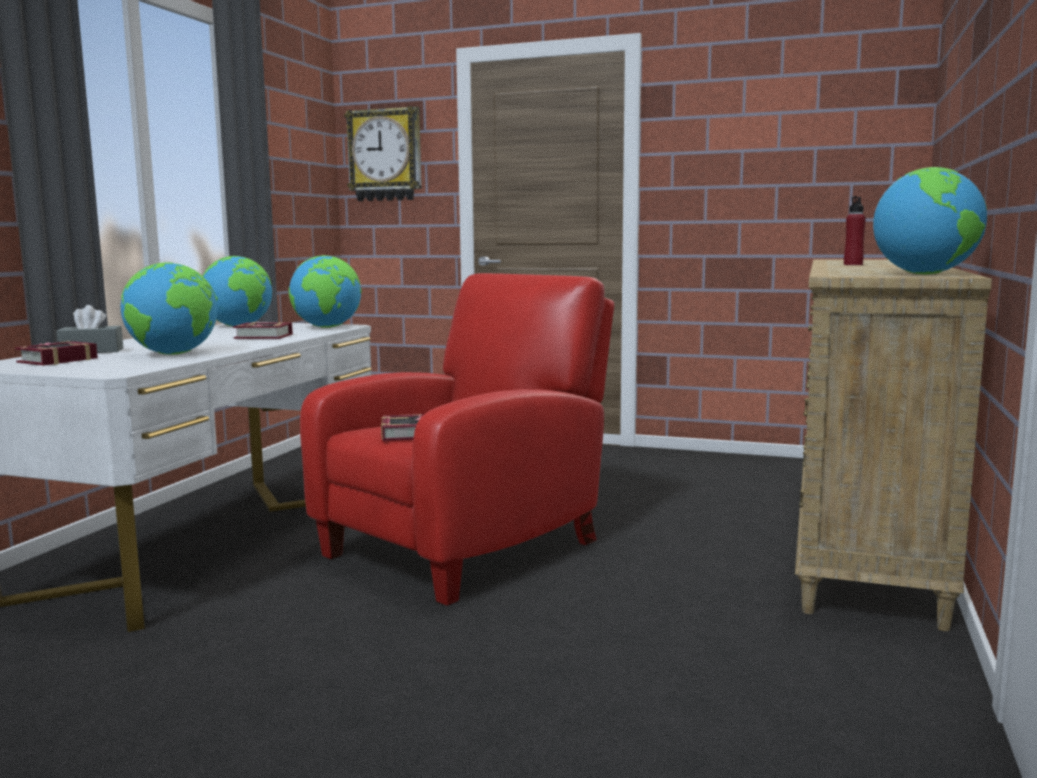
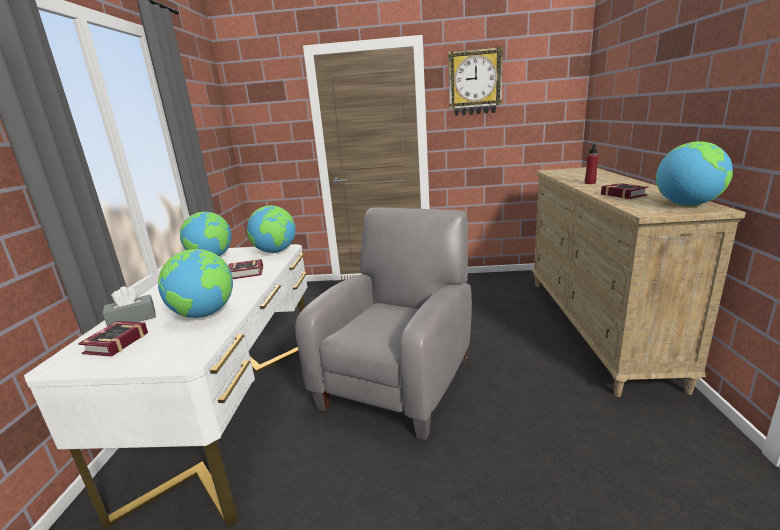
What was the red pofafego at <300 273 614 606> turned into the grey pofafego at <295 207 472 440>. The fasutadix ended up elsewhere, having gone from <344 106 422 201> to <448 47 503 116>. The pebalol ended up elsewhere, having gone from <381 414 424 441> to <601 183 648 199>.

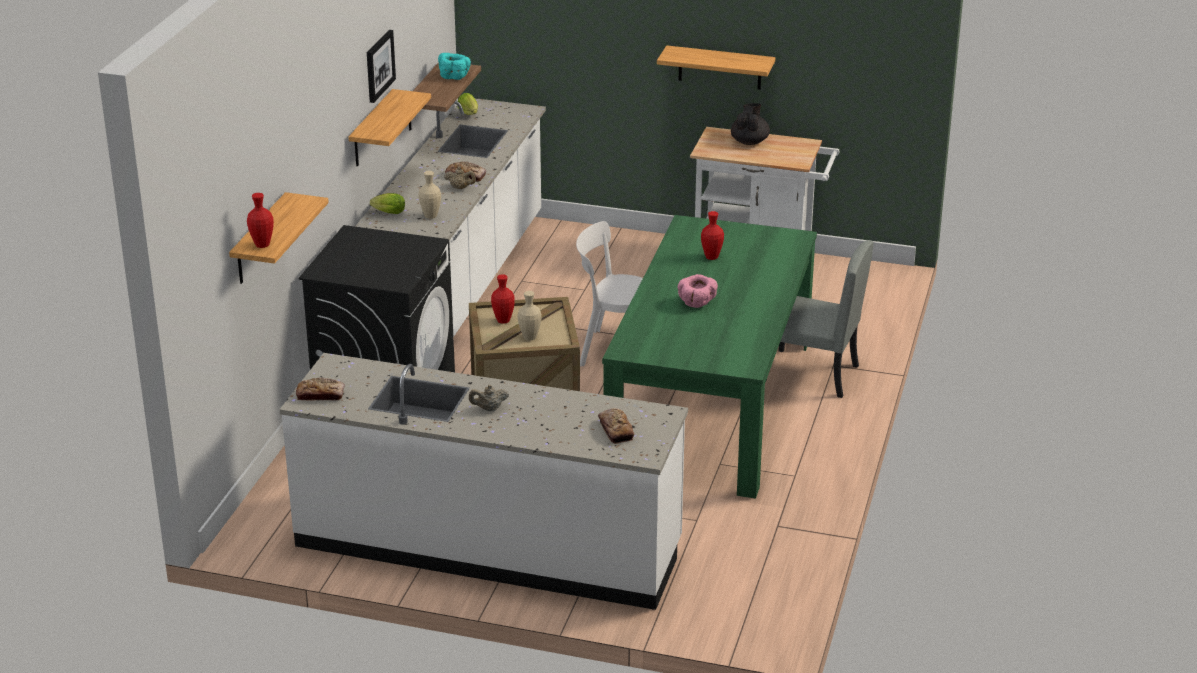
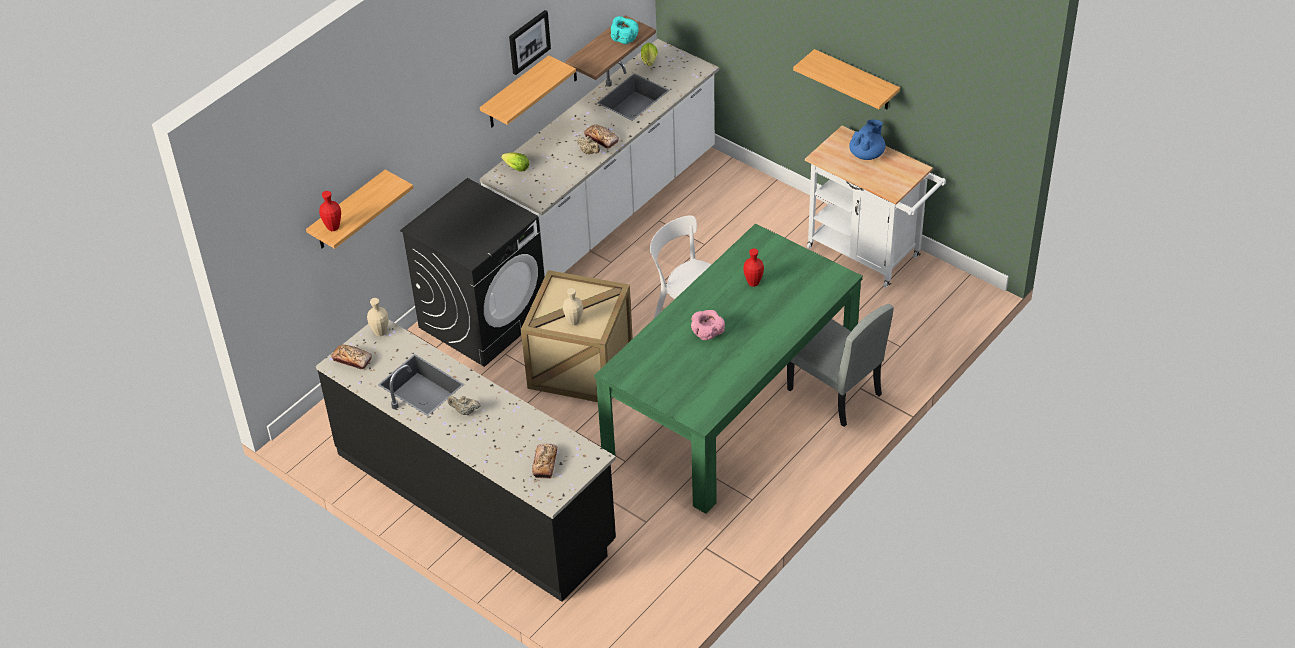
What was the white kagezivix at <279 353 688 610> turned into the black kagezivix at <316 320 616 602>. The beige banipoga ended up elsewhere, having gone from <418 171 441 219> to <367 298 389 336>. The second view lost the red banipoga at <491 274 515 324>. What was the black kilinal at <731 103 770 145> turned into the blue kilinal at <849 119 886 160>.

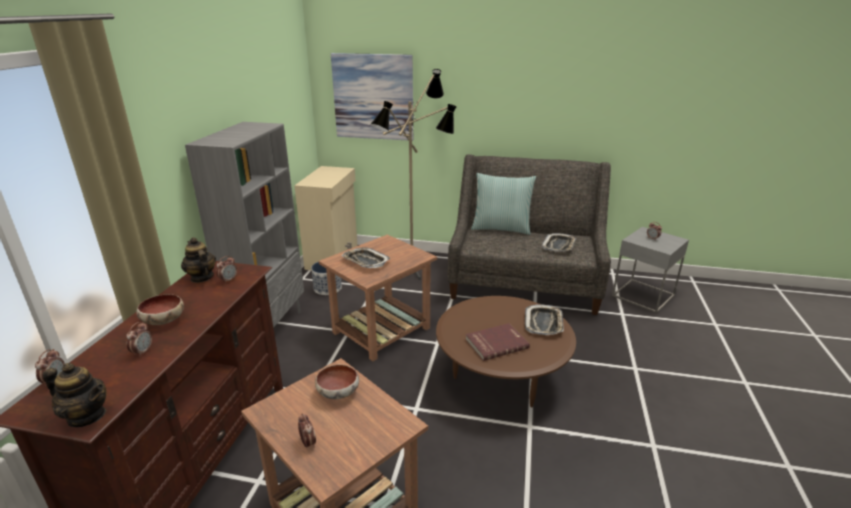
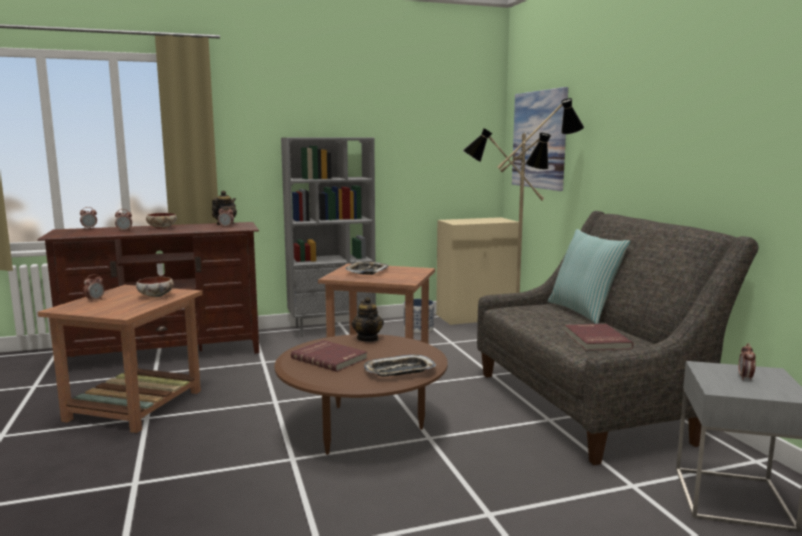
The kilinal ended up elsewhere, having gone from <42 363 107 427> to <352 297 384 342>. Where the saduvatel stood at <542 233 576 252>, the red pebalol came to stand at <564 324 633 351>.

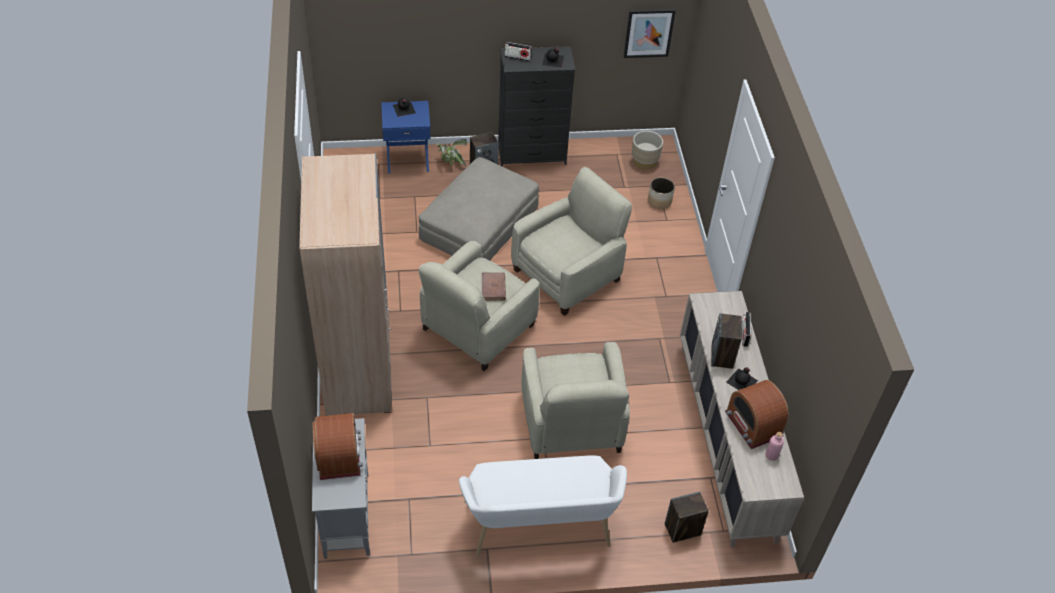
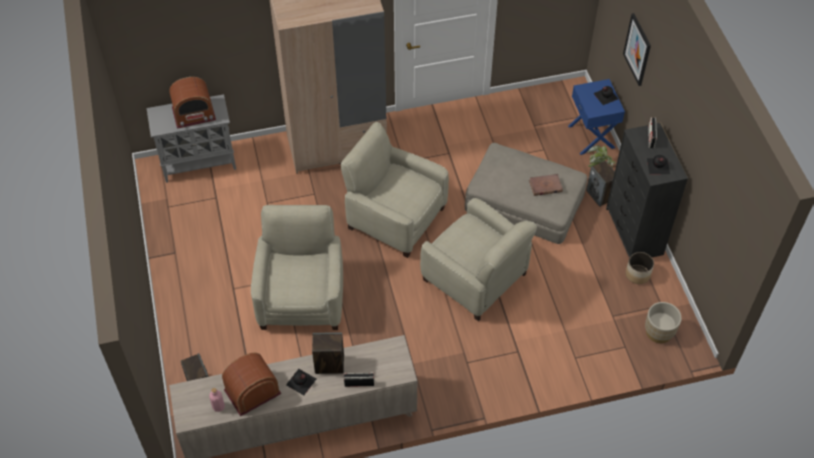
The second view lost the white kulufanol at <459 455 627 557>. The brown pebalol ended up elsewhere, having gone from <482 272 506 301> to <529 174 563 196>. The beige pofafego at <521 342 630 459> ended up facing another way, 105 degrees clockwise from before. The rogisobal ended up elsewhere, having gone from <624 9 676 58> to <623 13 651 86>. The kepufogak ended up elsewhere, having gone from <648 177 675 209> to <626 252 654 284>.

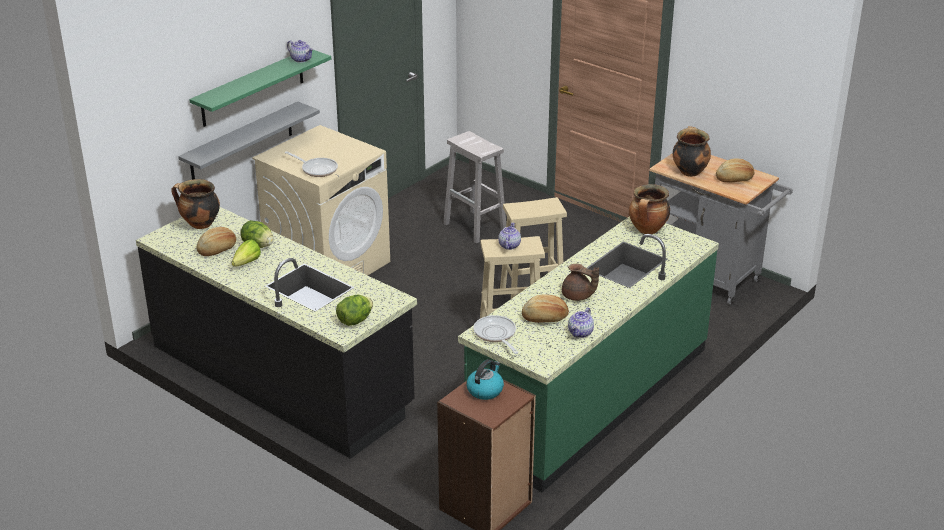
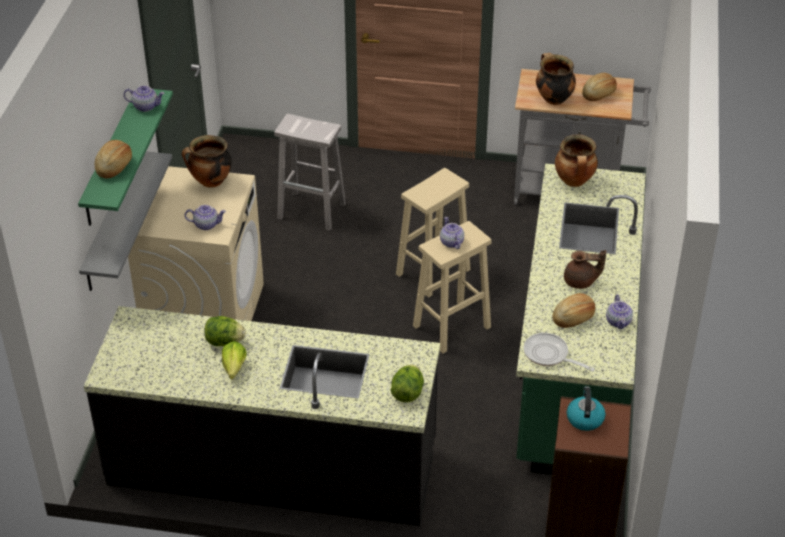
The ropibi ended up elsewhere, having gone from <171 179 220 229> to <182 135 232 188>. The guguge ended up elsewhere, having gone from <196 227 236 256> to <95 140 132 179>. Where the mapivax stood at <285 151 338 177>, the kilinal came to stand at <185 205 226 230>.

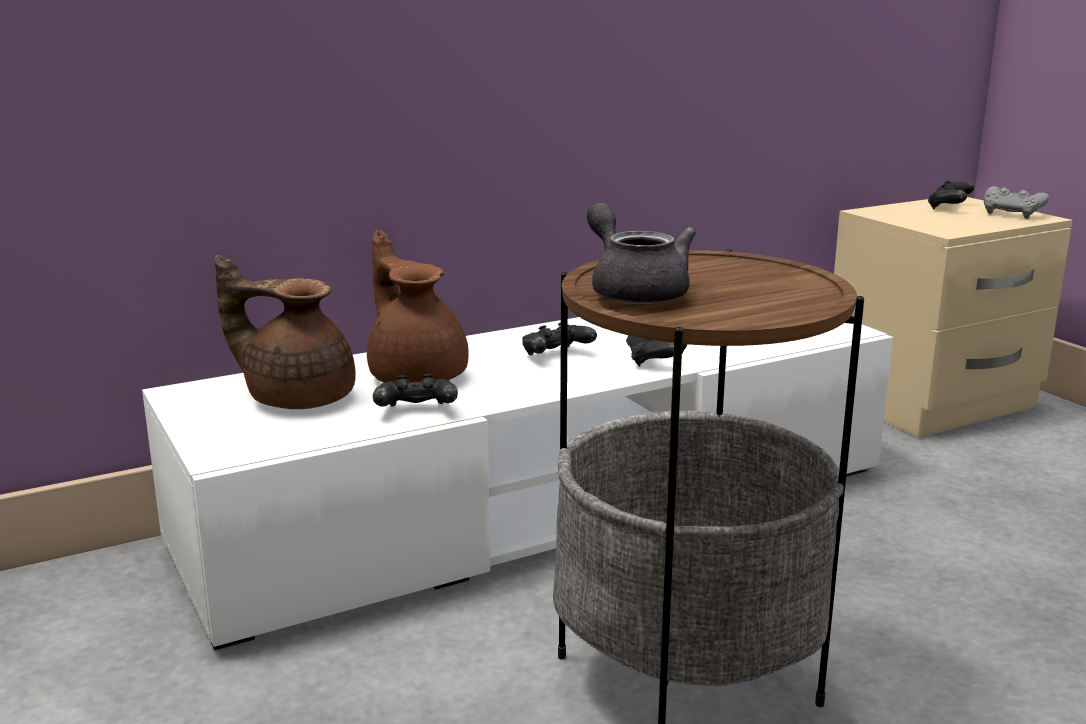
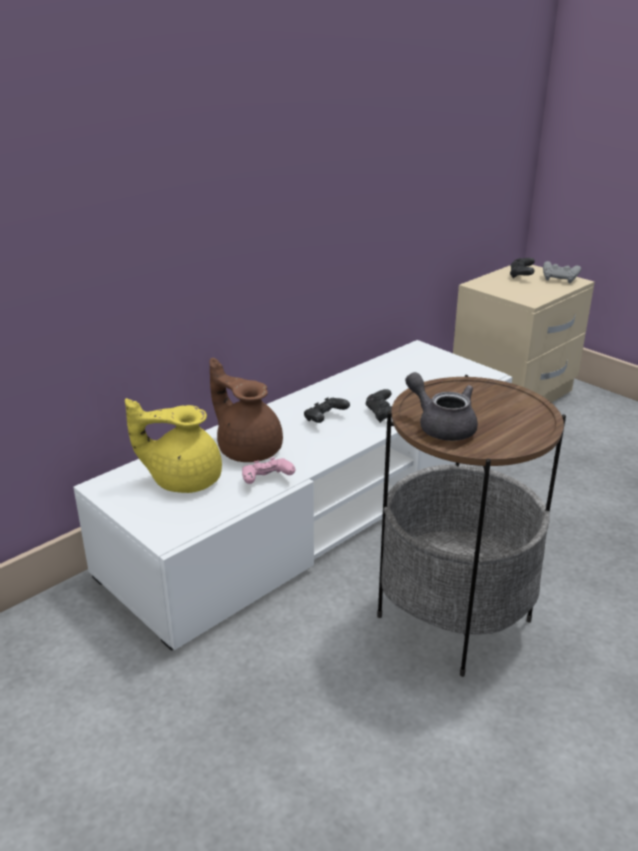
What was the brown kilinal at <214 255 356 409> turned into the yellow kilinal at <125 398 222 493>. What was the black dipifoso at <373 374 458 407> turned into the pink dipifoso at <242 457 295 484>.

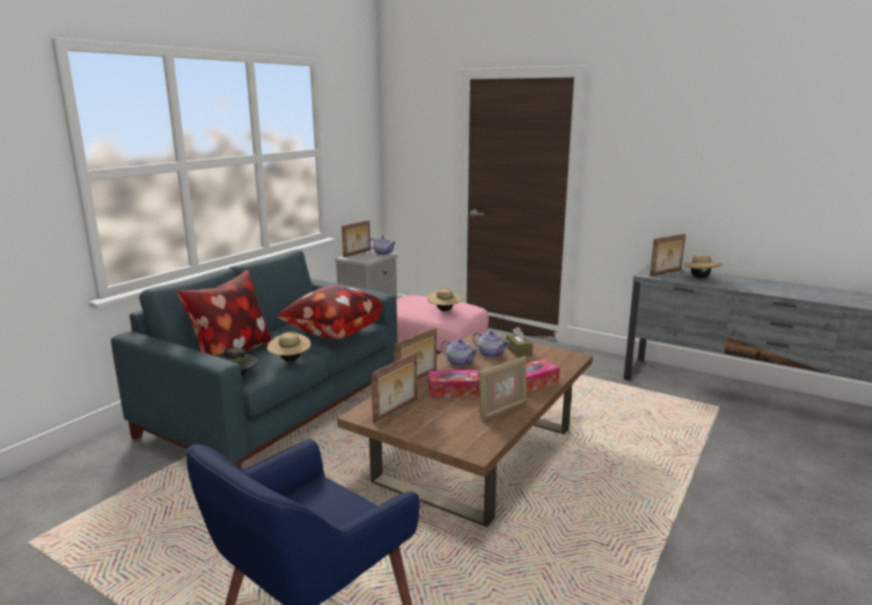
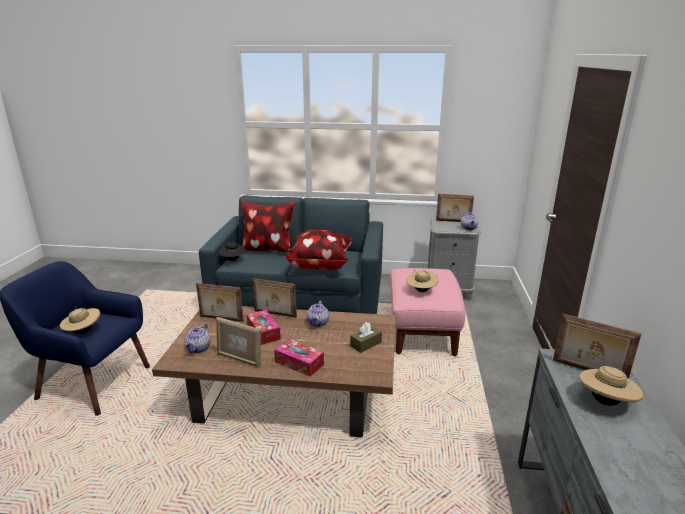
The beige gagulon ended up elsewhere, having gone from <267 332 311 362> to <60 307 100 334>. The kilinal ended up elsewhere, having gone from <473 331 509 357> to <185 324 211 353>.

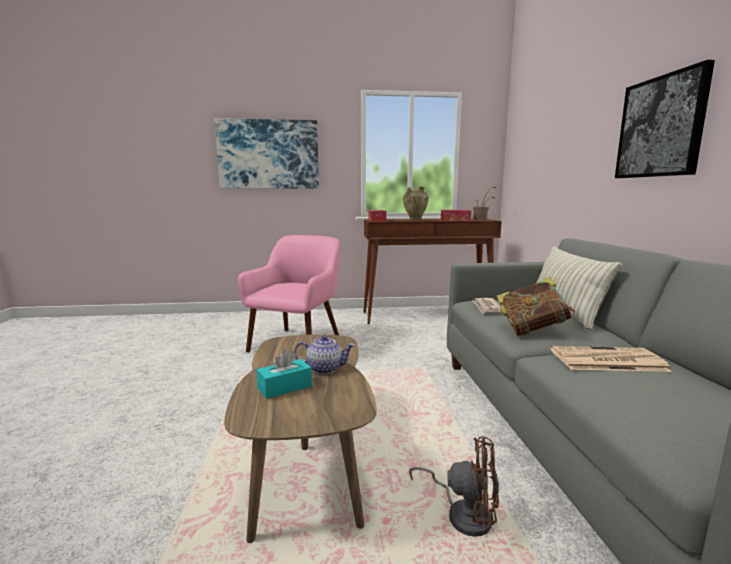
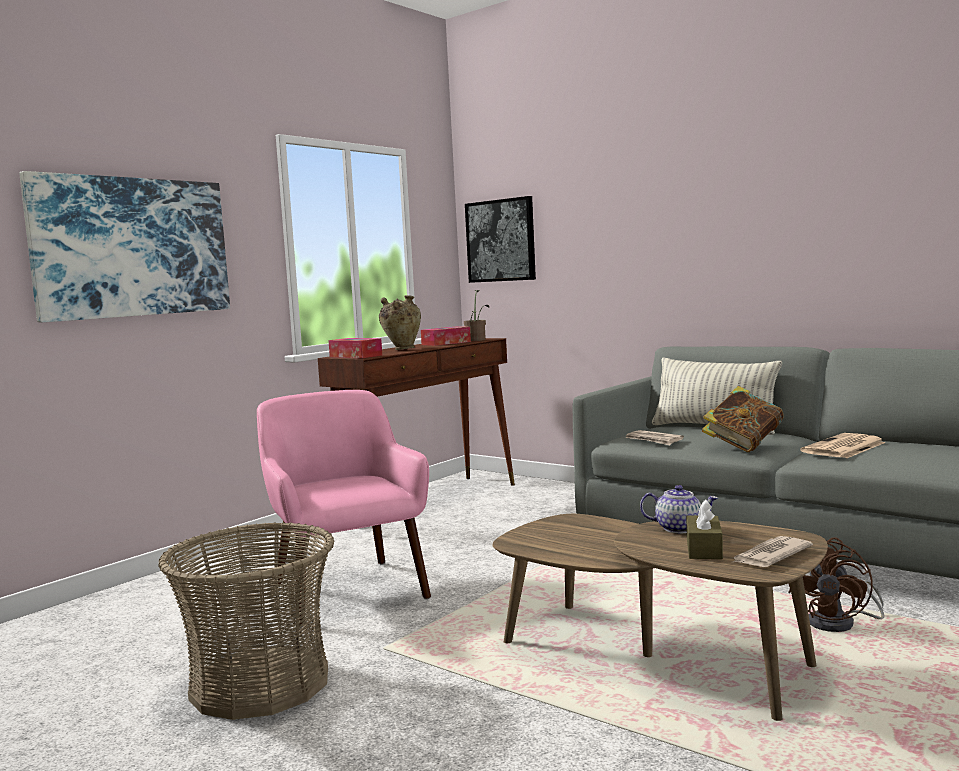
What was the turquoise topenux at <257 349 312 399> turned into the brown topenux at <686 500 723 559>. The kilinal at <294 335 354 374> ended up facing another way, 60 degrees clockwise from before. The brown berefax at <409 436 499 537> ended up facing another way, 150 degrees clockwise from before. The rogisobal ended up elsewhere, having gone from <615 60 715 178> to <465 196 536 283>. The second view gained the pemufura at <158 522 335 720>. The second view gained the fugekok at <733 536 813 567>.

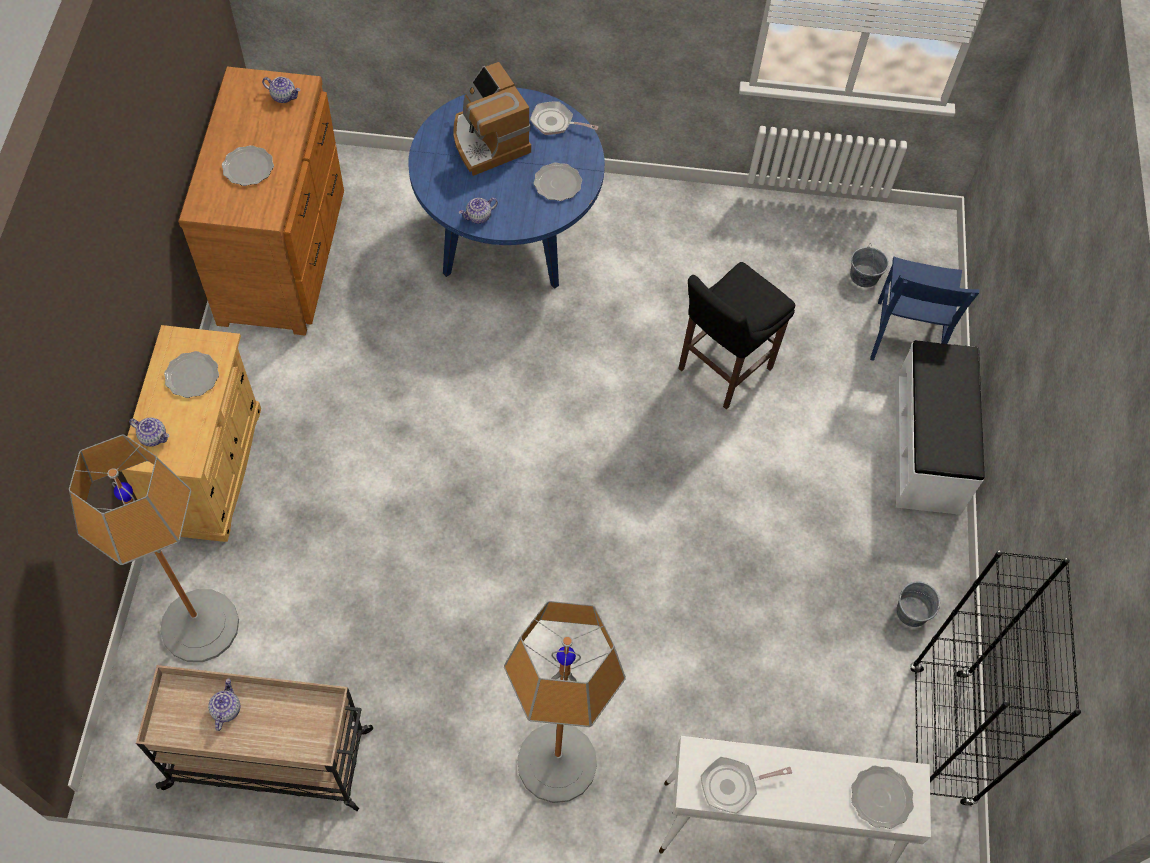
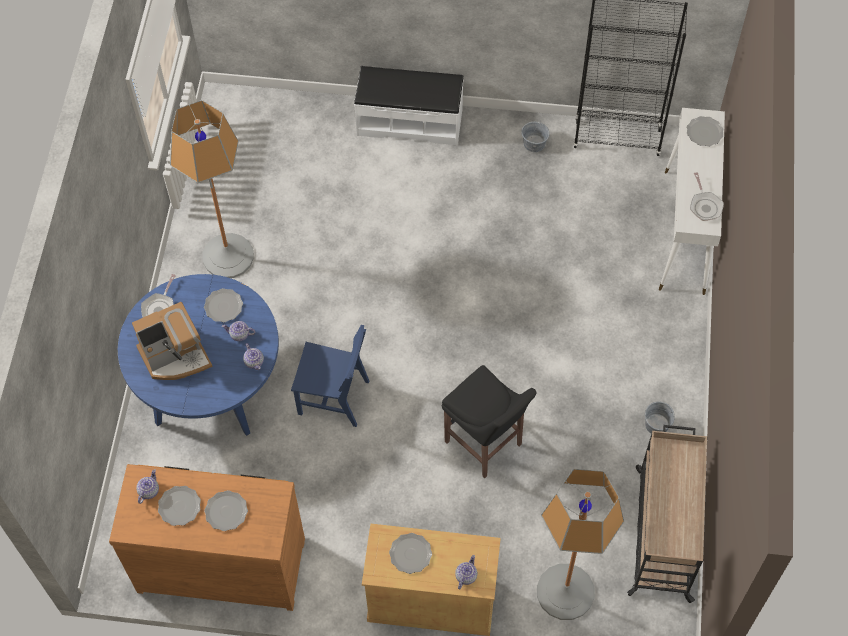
The kilinal ended up elsewhere, having gone from <208 678 240 731> to <222 321 255 341>. The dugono ended up elsewhere, having gone from <504 601 626 803> to <170 100 254 278>. The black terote ended up elsewhere, having gone from <678 262 795 409> to <442 365 537 478>. The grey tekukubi ended up elsewhere, having gone from <850 245 889 288> to <645 402 675 433>. The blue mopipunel ended up elsewhere, having gone from <870 257 980 361> to <291 325 369 427>. The second view gained the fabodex at <158 486 201 526>.

